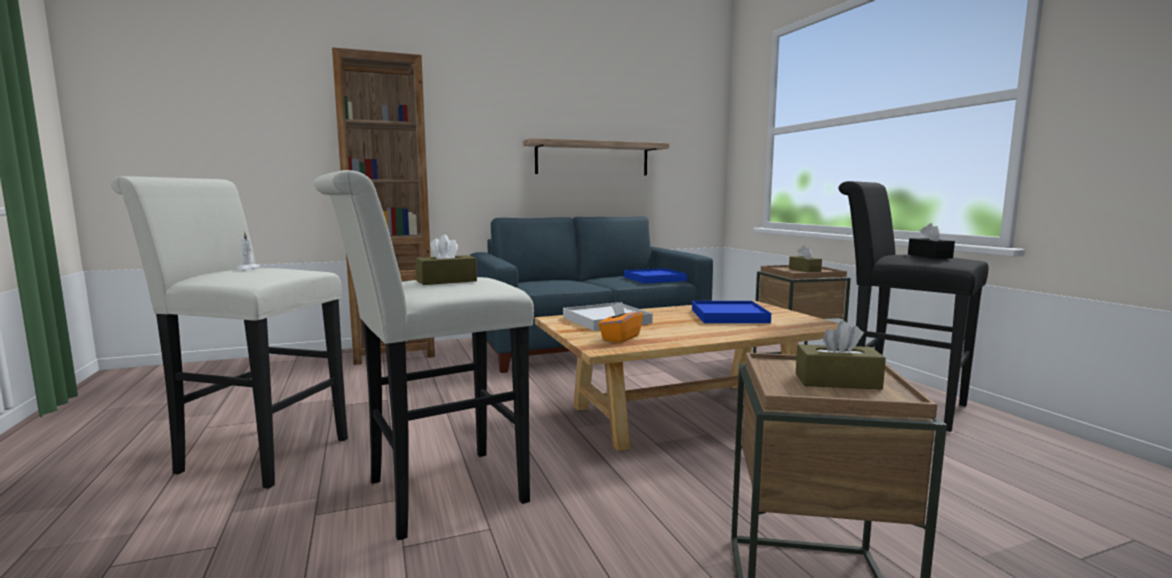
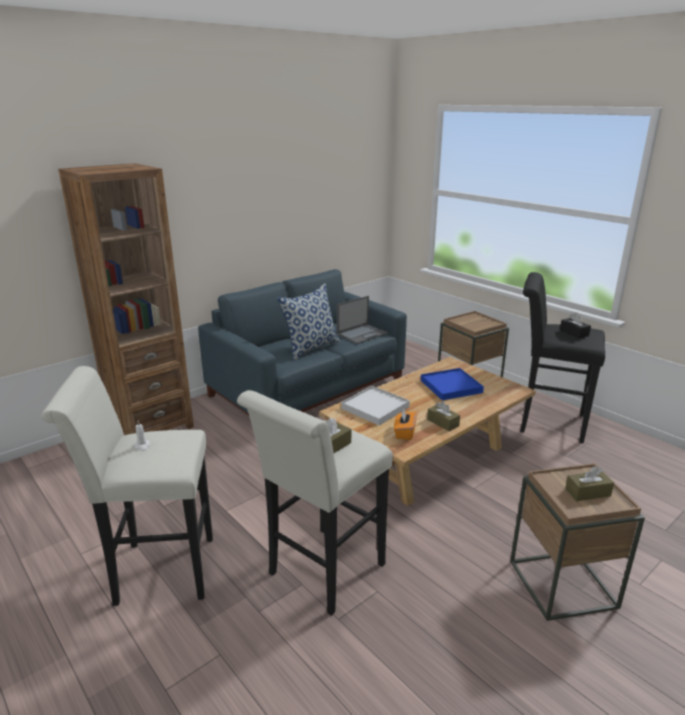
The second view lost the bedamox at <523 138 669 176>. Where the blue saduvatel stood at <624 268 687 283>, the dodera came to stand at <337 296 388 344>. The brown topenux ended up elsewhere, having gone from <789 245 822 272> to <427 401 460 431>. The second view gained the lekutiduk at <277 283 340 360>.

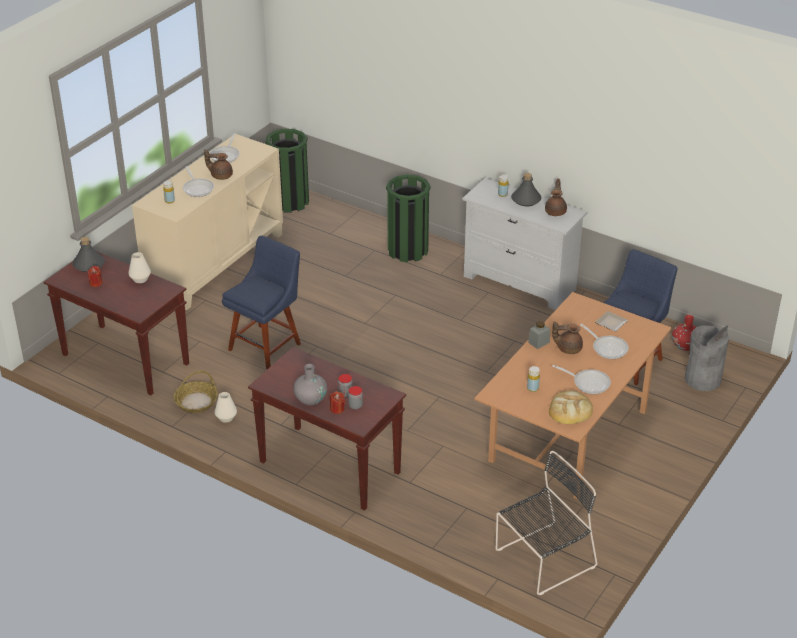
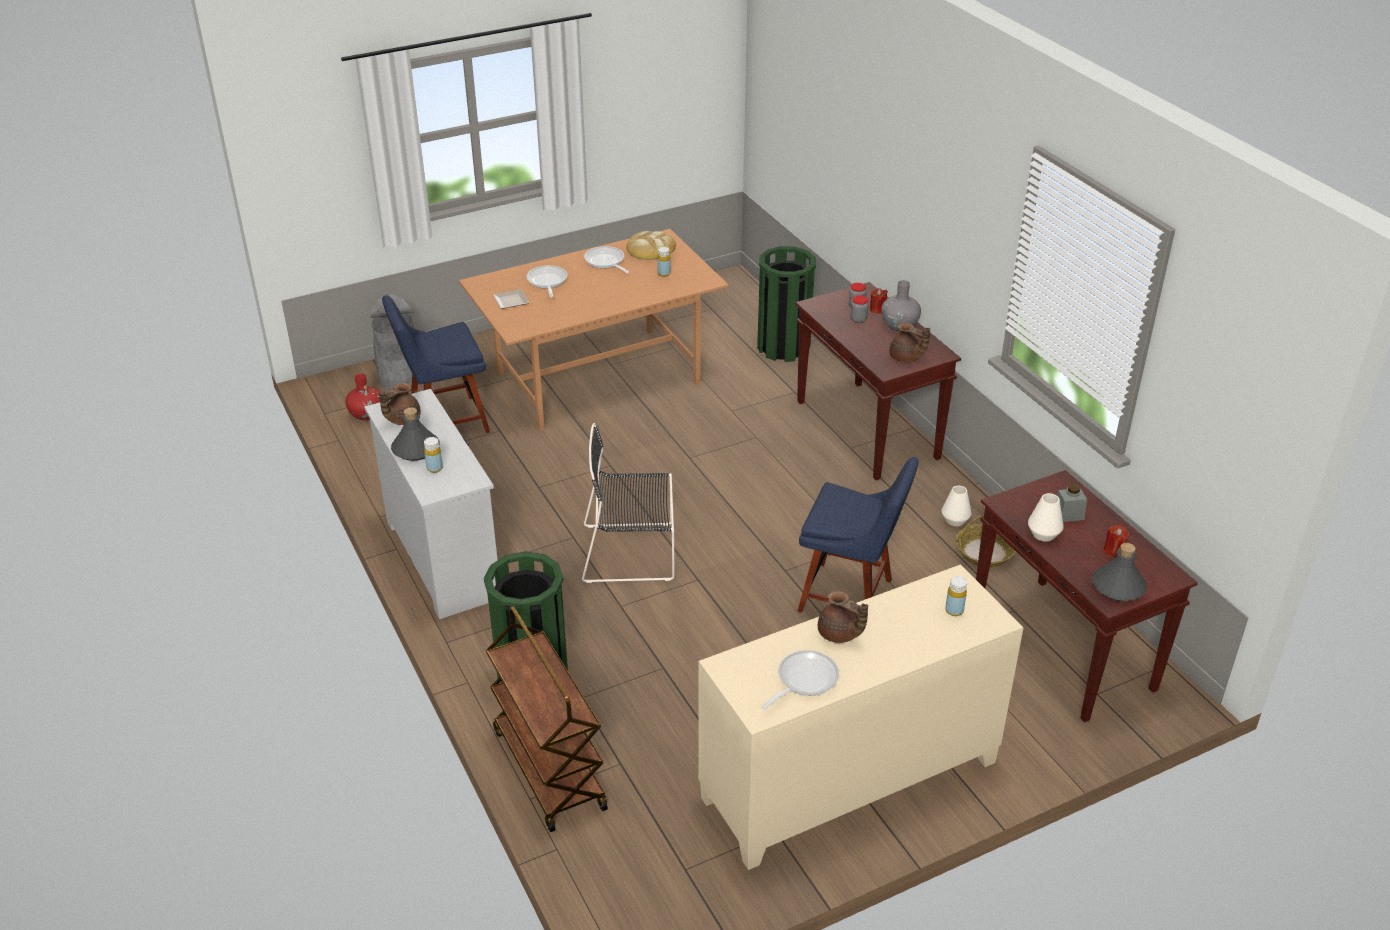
The second view lost the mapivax at <183 166 214 197>. The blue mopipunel at <222 236 301 369> ended up facing another way, 135 degrees counterclockwise from before. The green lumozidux ended up elsewhere, having gone from <265 129 309 213> to <757 246 816 362>. The black mopipunel ended up elsewhere, having gone from <496 451 597 595> to <582 423 675 583>. The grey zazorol ended up elsewhere, having gone from <528 321 550 349> to <1057 483 1087 522>. The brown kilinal ended up elsewhere, having gone from <552 321 583 354> to <889 323 930 362>. The second view gained the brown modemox at <486 606 608 832>.

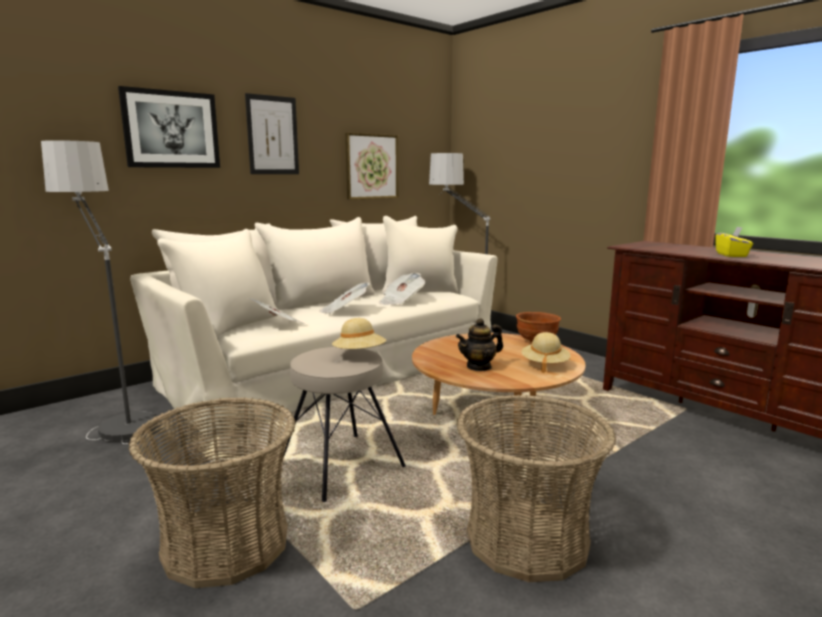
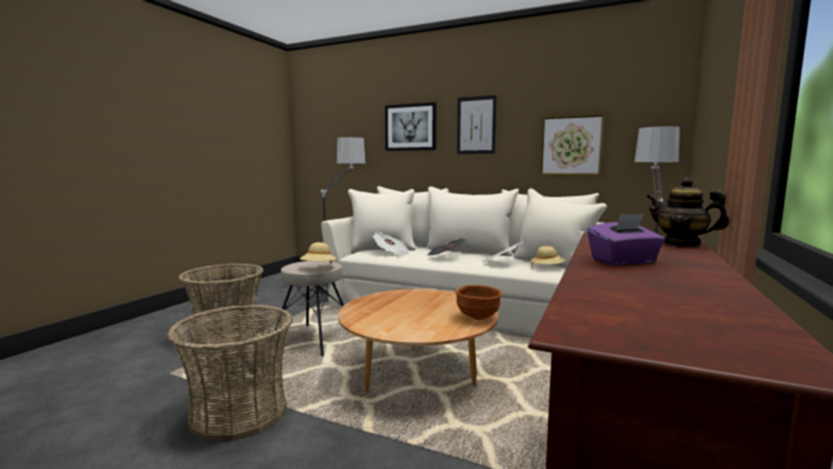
The kilinal ended up elsewhere, having gone from <456 318 503 371> to <646 177 730 247>. The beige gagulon ended up elsewhere, having gone from <522 332 570 373> to <531 246 565 268>. What was the yellow topenux at <715 226 753 257> turned into the purple topenux at <587 214 665 265>.

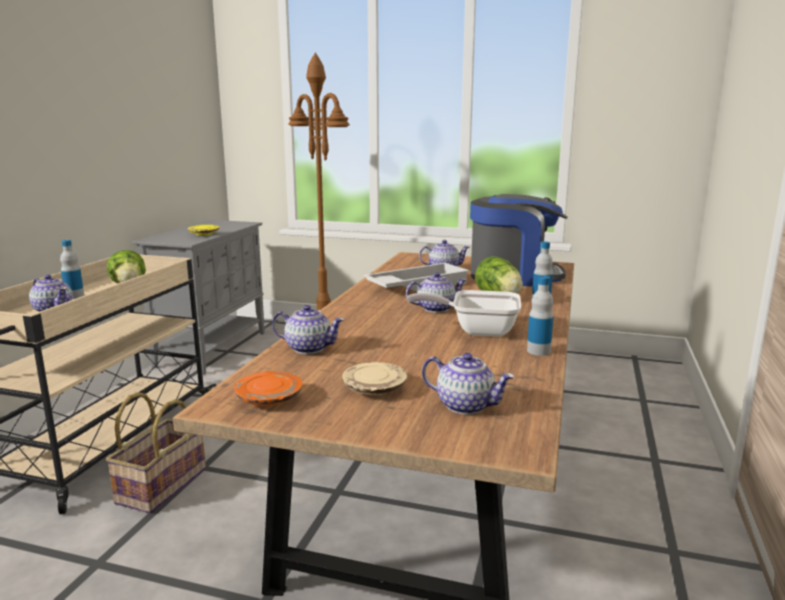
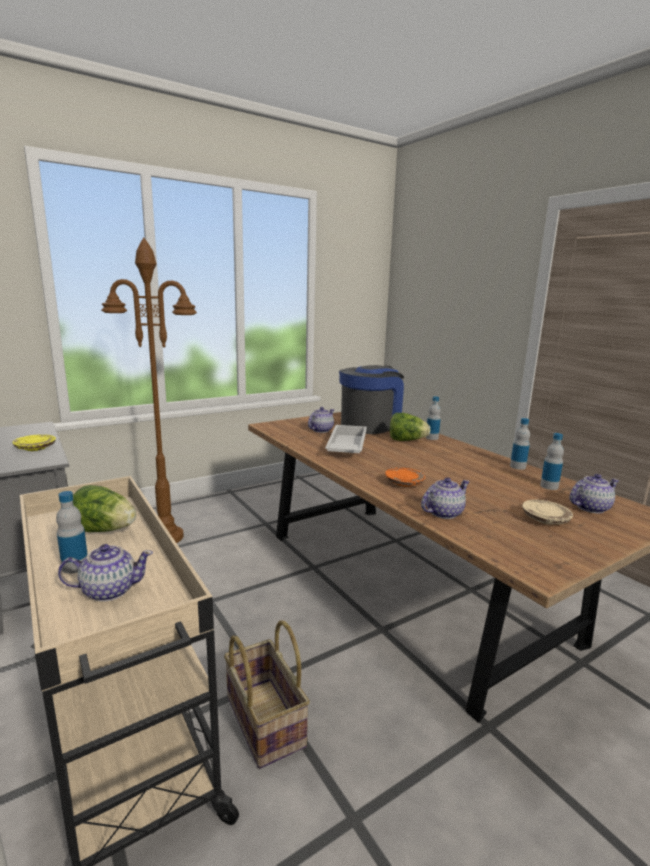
The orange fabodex ended up elsewhere, having gone from <234 371 302 406> to <385 468 425 487>. The second view lost the kilinal at <406 272 467 313>. The second view lost the mapivax at <407 290 521 337>. The second view gained the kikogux at <540 433 564 490>.

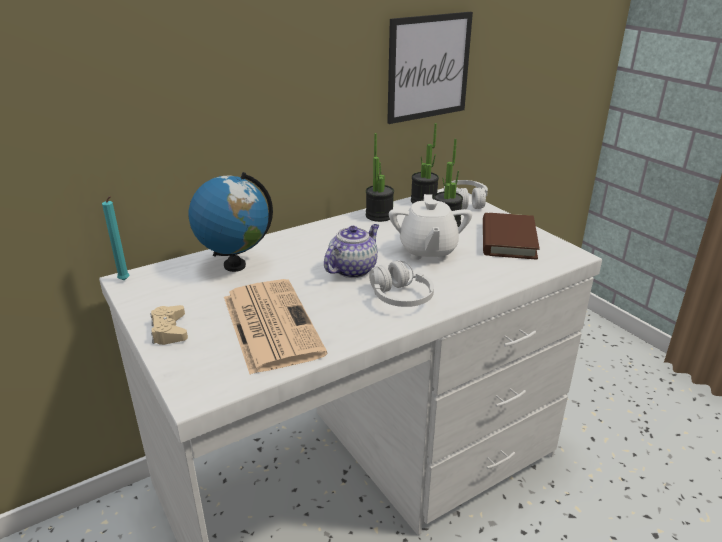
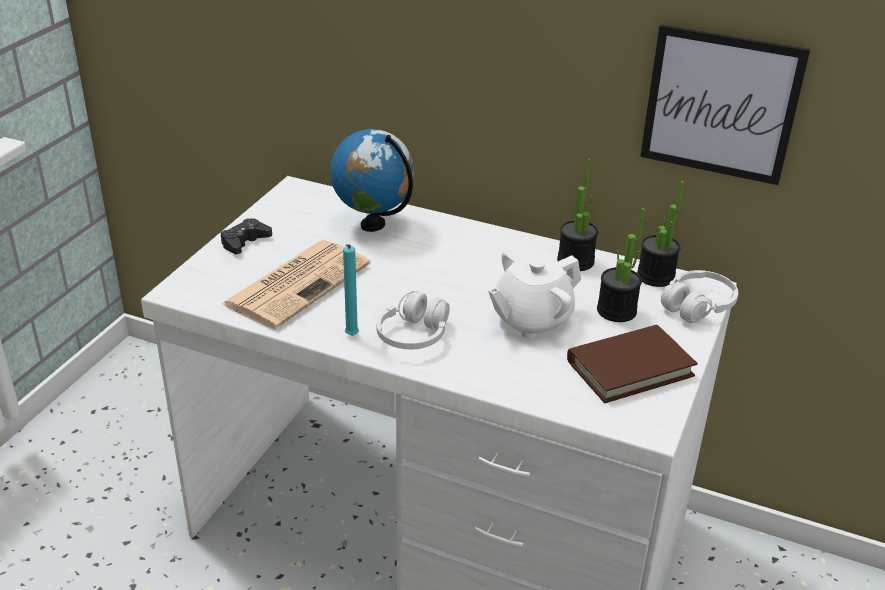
The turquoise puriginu ended up elsewhere, having gone from <102 196 130 280> to <343 244 359 336>. What was the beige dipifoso at <151 305 188 345> turned into the black dipifoso at <221 218 272 254>. The second view lost the kilinal at <324 224 379 278>.

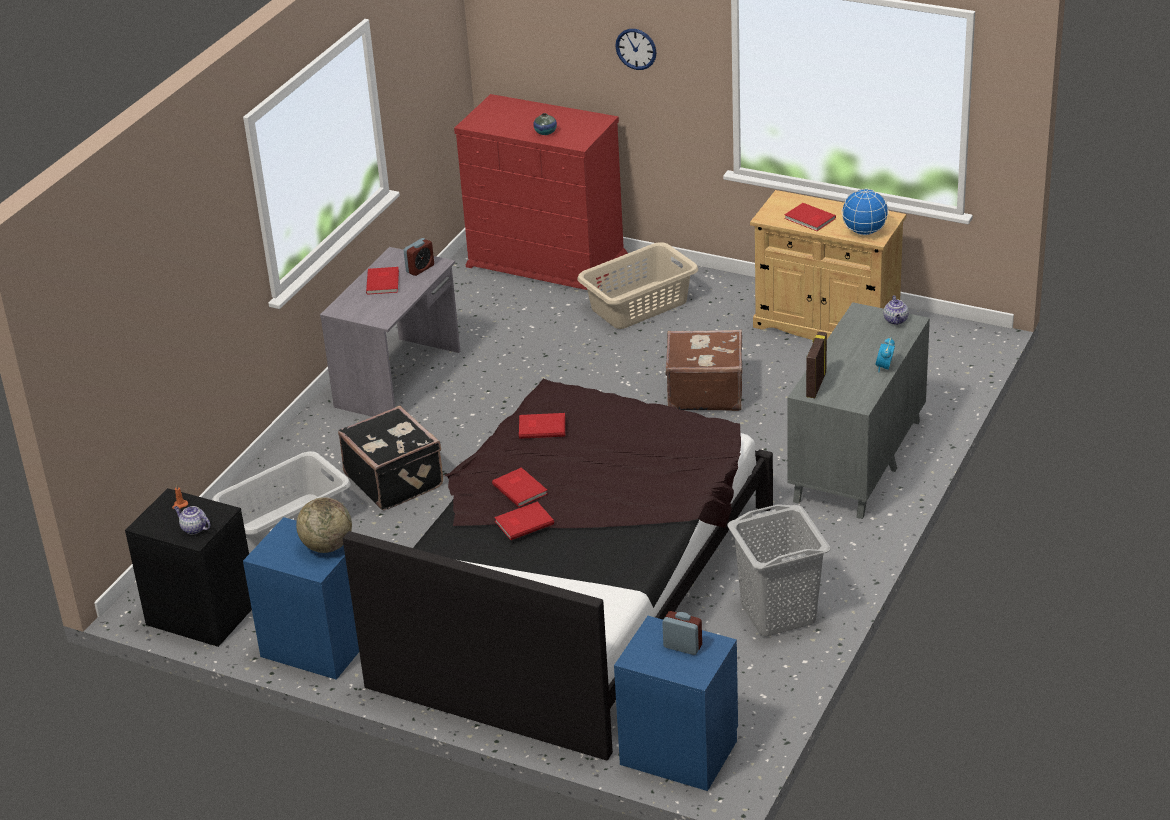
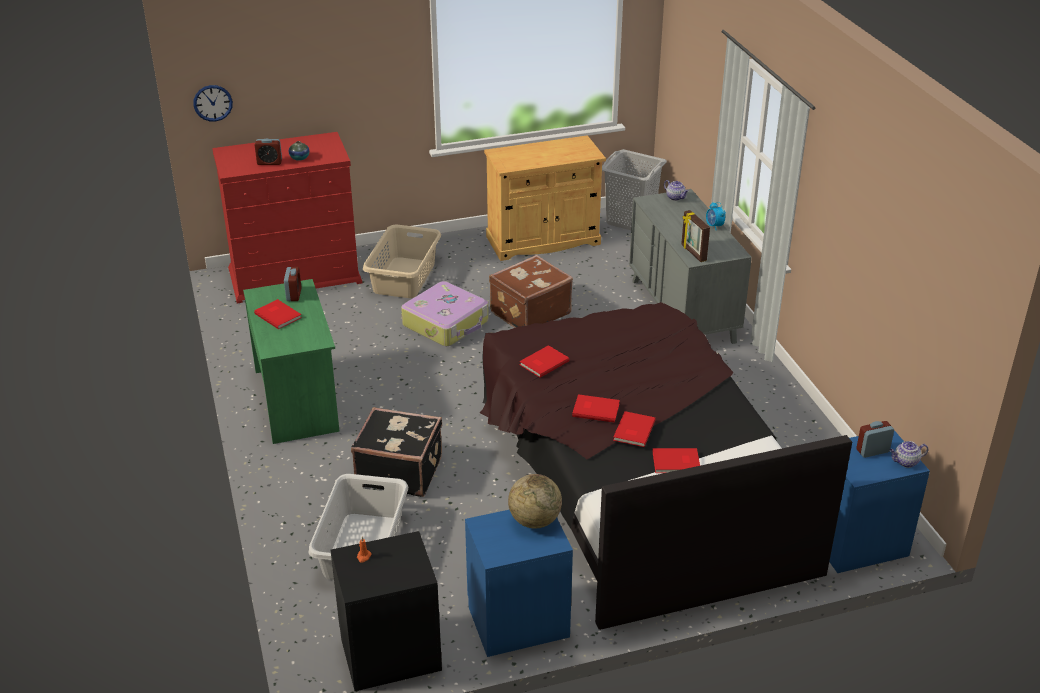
The kilinal ended up elsewhere, having gone from <174 506 210 535> to <889 441 928 468>. What was the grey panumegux at <320 247 460 417> turned into the green panumegux at <243 279 340 444>. The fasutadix ended up elsewhere, having gone from <615 29 657 70> to <193 85 233 122>. The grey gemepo ended up elsewhere, having gone from <727 504 830 636> to <602 149 667 230>. The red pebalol ended up elsewhere, having gone from <784 203 836 231> to <653 448 700 473>. The second view lost the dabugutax at <842 189 889 235>. The second view gained the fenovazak at <255 139 282 165>. The second view gained the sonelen at <401 281 489 346>.

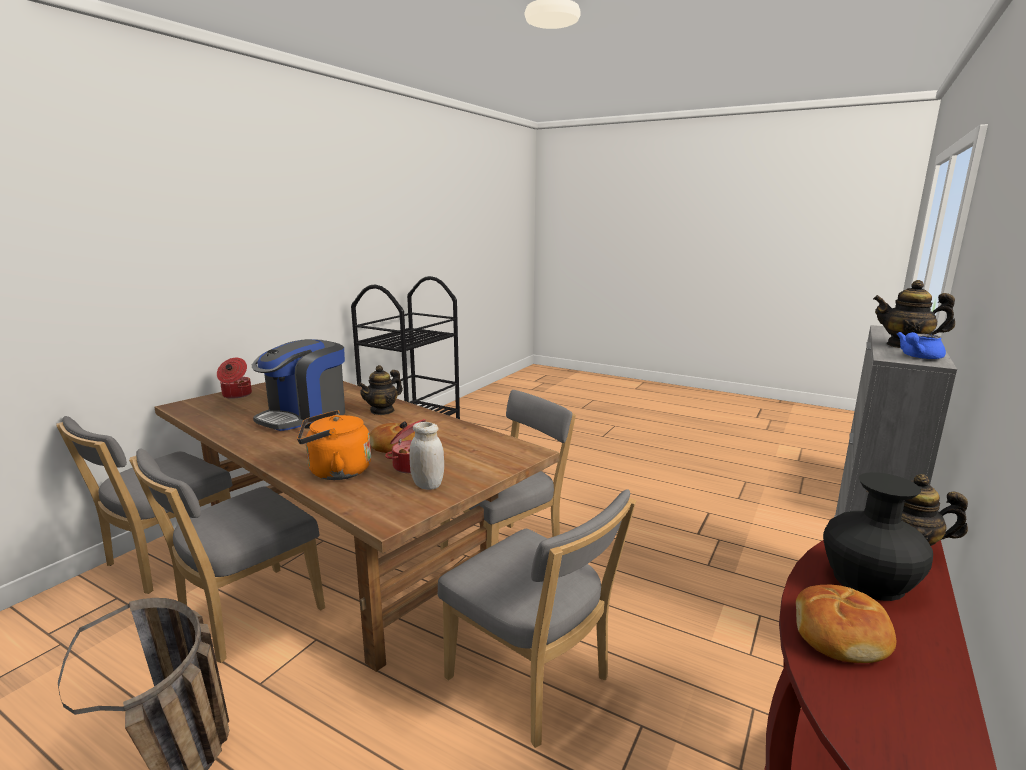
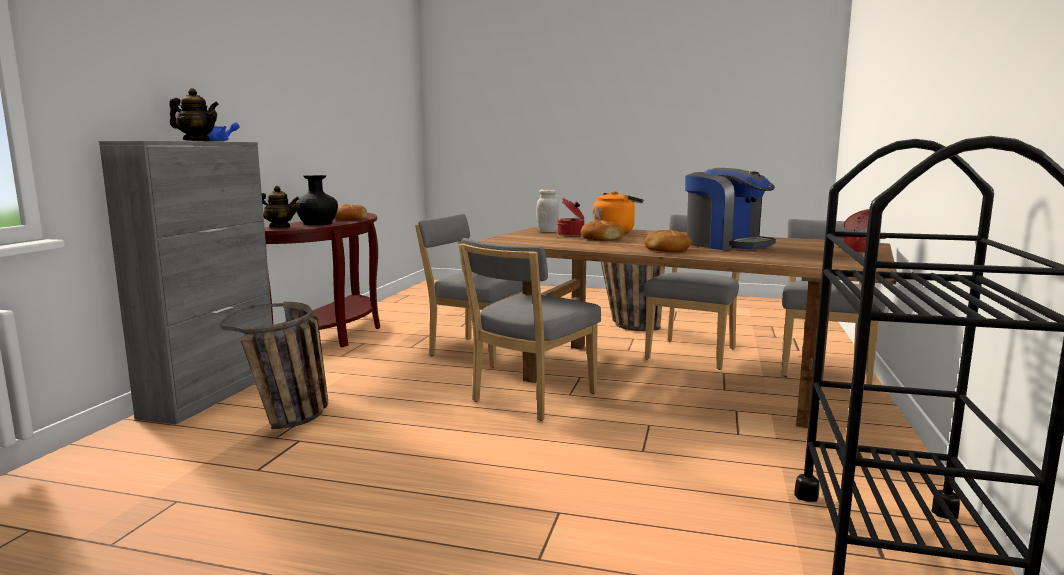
The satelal at <252 339 345 431> ended up facing another way, 120 degrees clockwise from before. Where the kilinal stood at <358 365 403 415>, the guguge came to stand at <644 230 692 252>. The second view gained the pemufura at <220 302 328 429>.

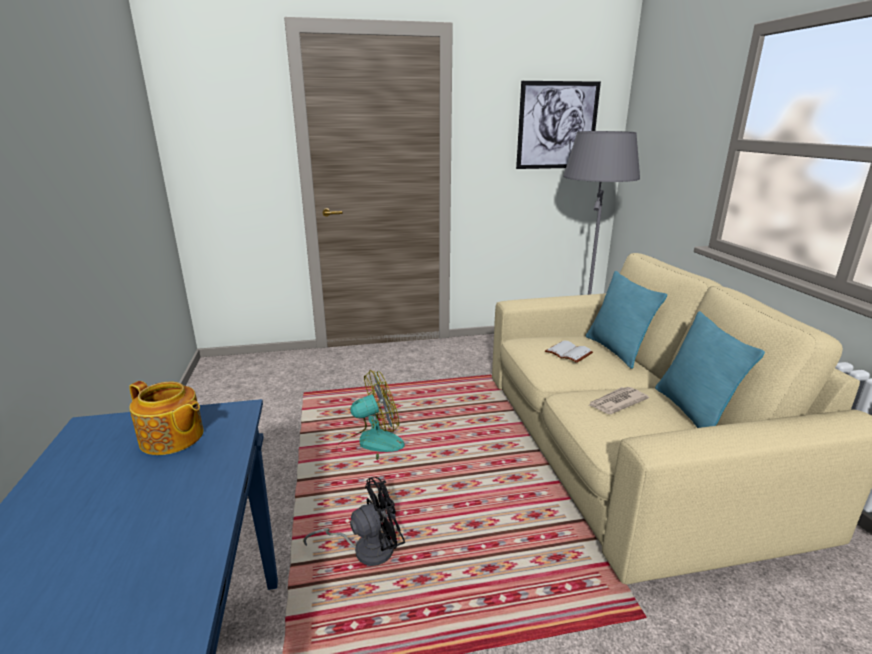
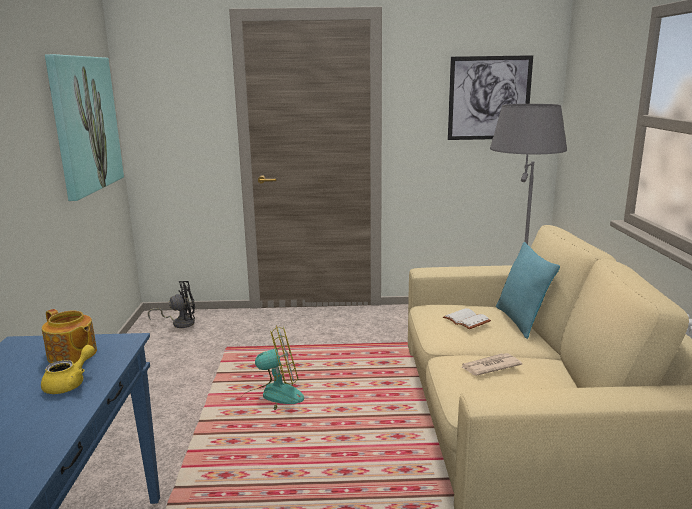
The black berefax ended up elsewhere, having gone from <303 477 405 566> to <148 281 195 328>. The second view lost the turquoise lekutiduk at <655 311 765 428>. The second view gained the yellow kilinal at <41 345 95 394>. The second view gained the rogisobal at <45 54 124 201>.

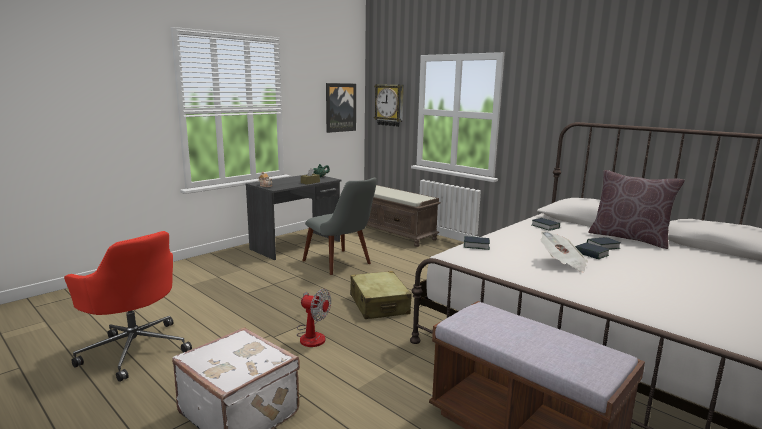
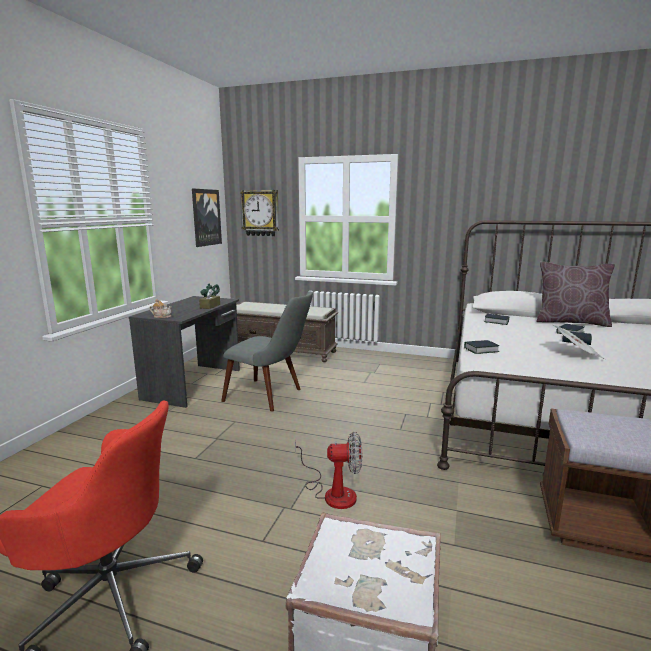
The second view lost the beige sonelen at <350 271 412 319>.

